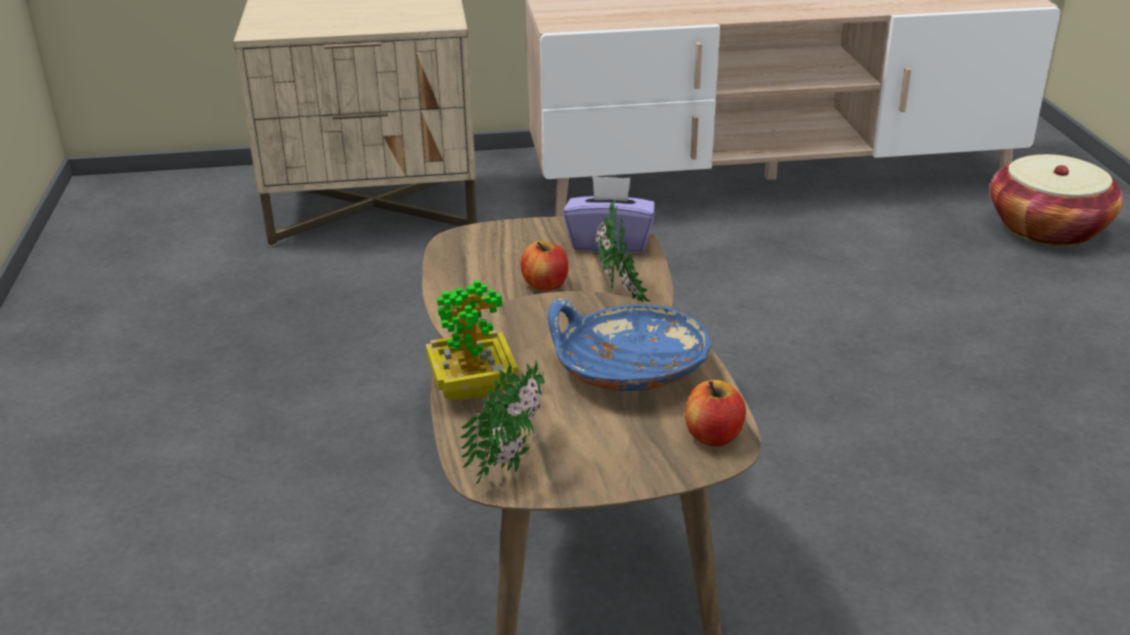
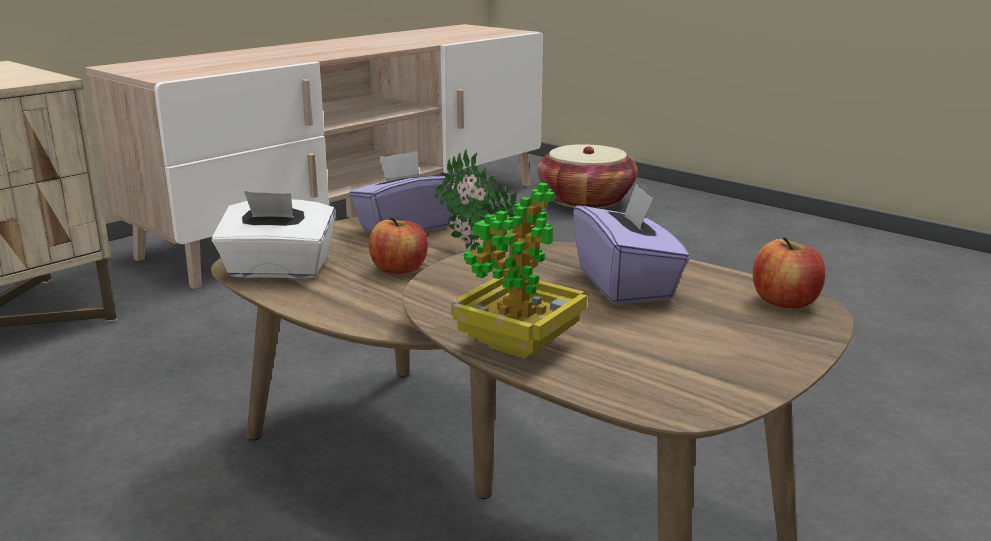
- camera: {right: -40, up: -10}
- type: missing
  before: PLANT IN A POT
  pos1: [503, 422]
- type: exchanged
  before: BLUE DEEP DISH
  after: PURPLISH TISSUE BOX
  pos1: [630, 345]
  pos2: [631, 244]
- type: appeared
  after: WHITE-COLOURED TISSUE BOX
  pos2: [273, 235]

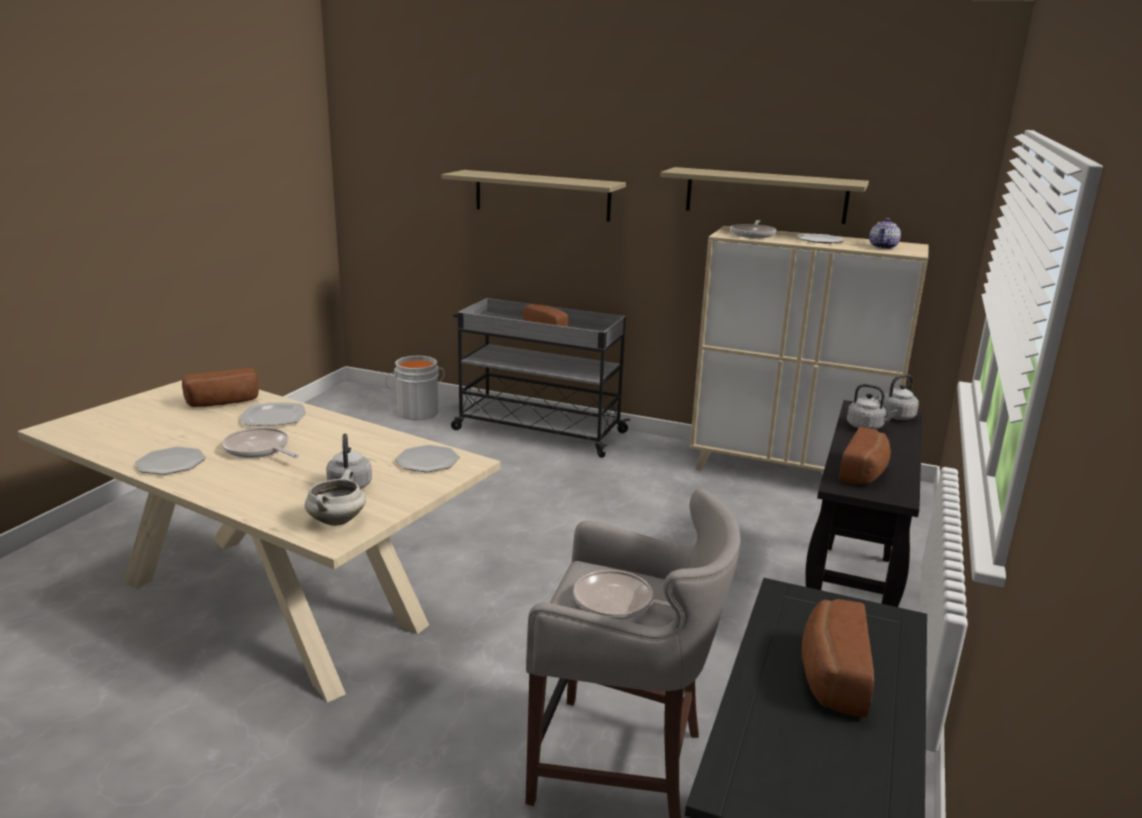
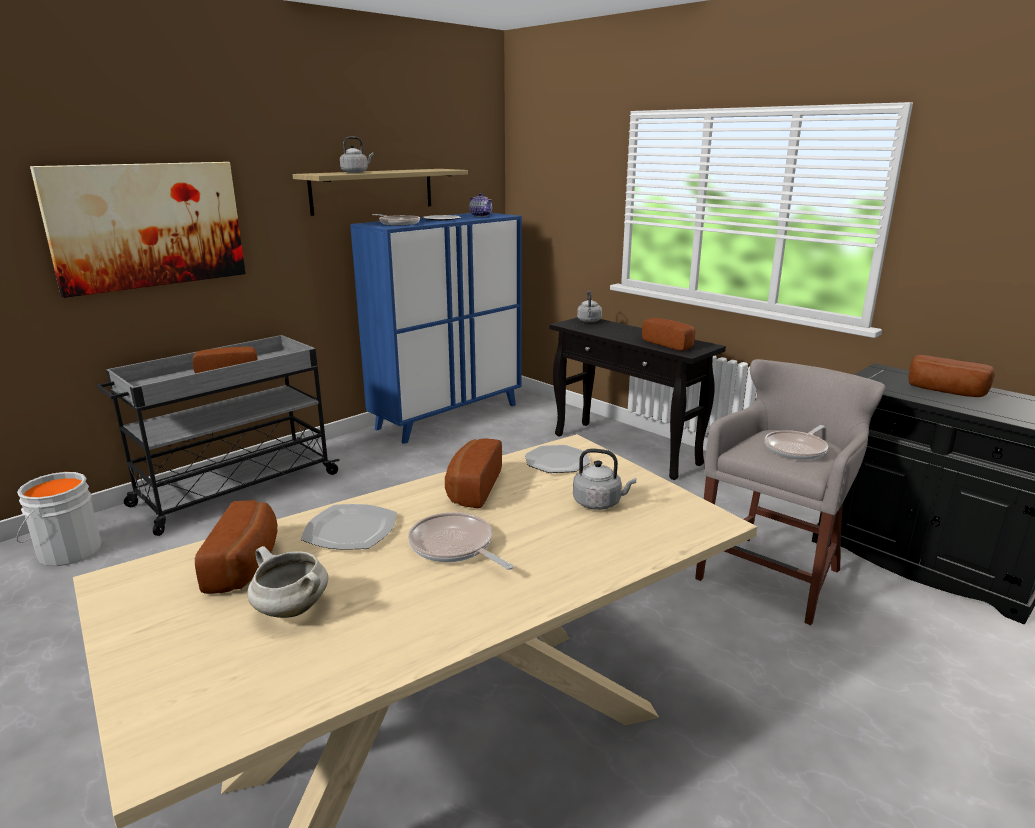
- camera: {right: -65, up: 0}
- type: missing
  before: PLATE
  pos1: [170, 461]
- type: spun
  before: PAN
  pos1: [260, 442]
  pos2: [461, 541]
  turn: 75
- type: relocated
  before: WHITE-COLOURED STOCKPOT
  pos1: [335, 498]
  pos2: [287, 582]
- type: exchanged
  before: SHELF
  after: PICTURE
  pos1: [533, 196]
  pos2: [138, 230]
- type: colour
  before: SAND-COLOURED STORAGE CABINET
  after: BLUE STORAGE CABINET
  pos1: [809, 349]
  pos2: [436, 328]
- type: relocated
  before: GREYISH KETTLE
  pos1: [872, 407]
  pos2: [357, 155]
- type: appeared
  after: BAKERY BREAD
  pos2: [473, 473]

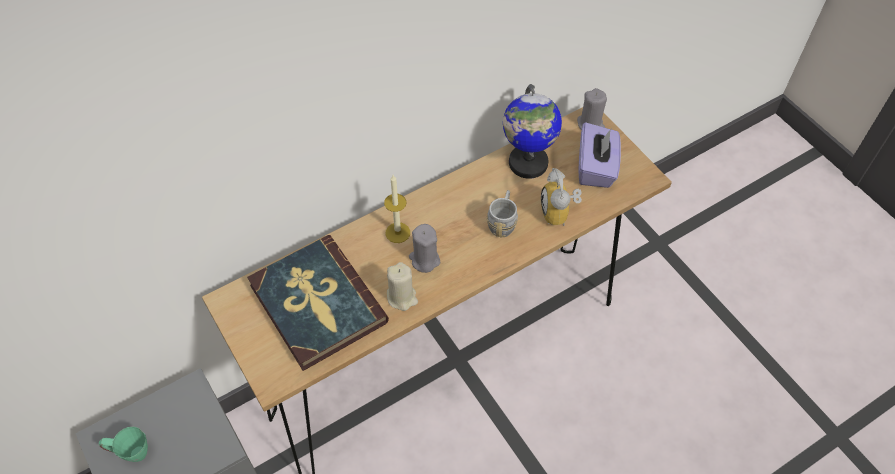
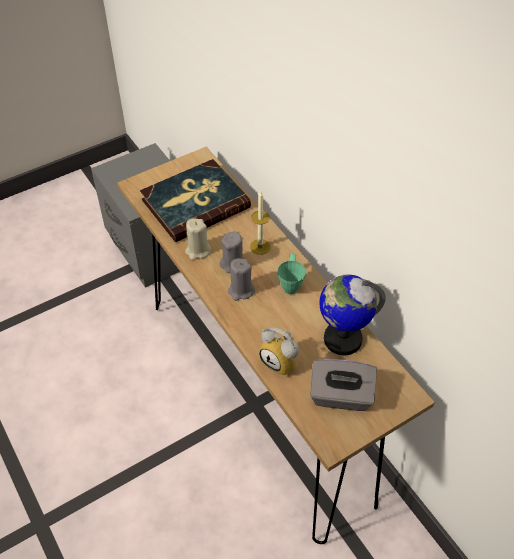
- camera: {right: 90, up: -5}
- type: relocated
  before: GREENISH TEA MUG
  pos1: [123, 444]
  pos2: [292, 274]
- type: missing
  before: GREYISH TEA MUG
  pos1: [502, 213]
- type: spun
  before: ALARM CLOCK
  pos1: [561, 197]
  pos2: [279, 351]
  turn: -135
- type: relocated
  before: GREYISH WAX CANDLE
  pos1: [592, 109]
  pos2: [241, 279]
- type: colour
  before: PURPLISH TISSUE BOX
  after: GREYISH TISSUE BOX
  pos1: [599, 155]
  pos2: [343, 385]

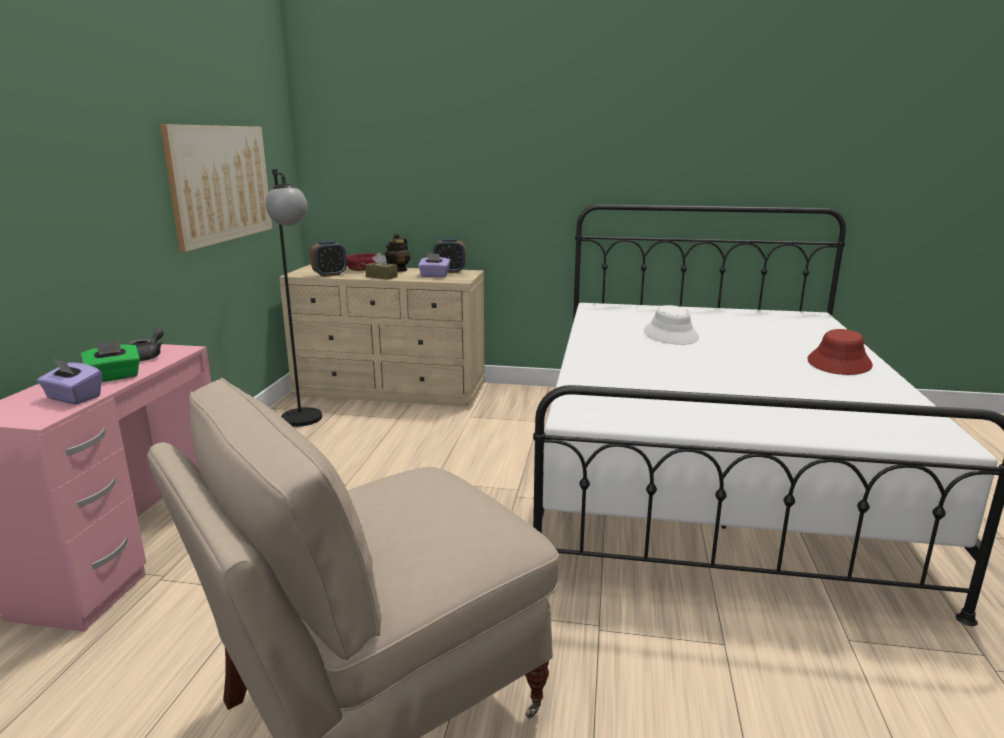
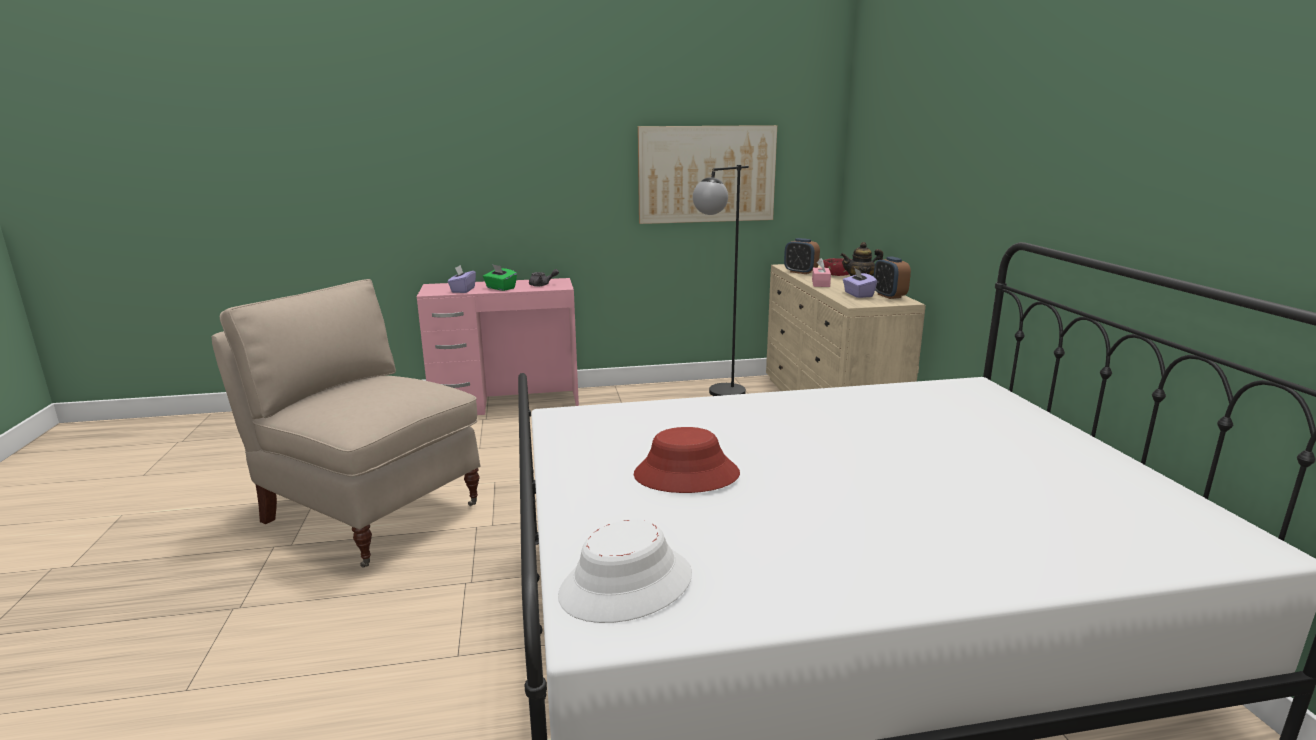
- camera: {right: 70, up: 0}
- type: colour
  before: BROWN TISSUE BOX
  after: PINKISH TISSUE BOX
  pos1: [381, 266]
  pos2: [821, 272]
- type: relocated
  before: WHITE-COLOURED WEARABLE HAT
  pos1: [671, 325]
  pos2: [625, 571]
- type: relocated
  before: RED WEARABLE HAT
  pos1: [840, 352]
  pos2: [687, 460]

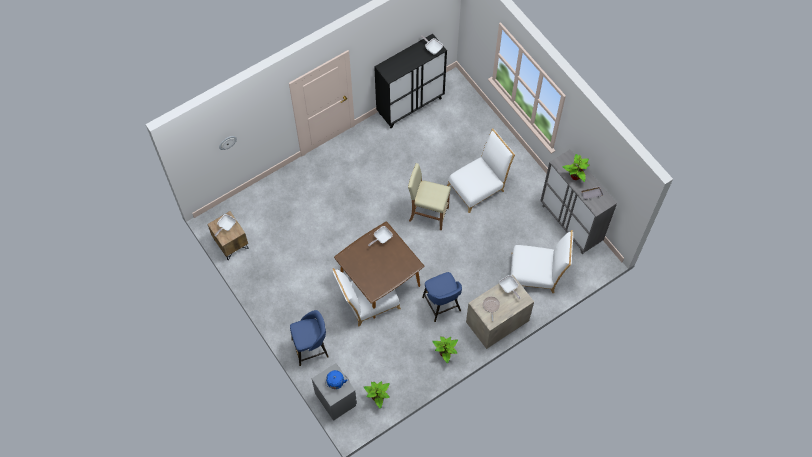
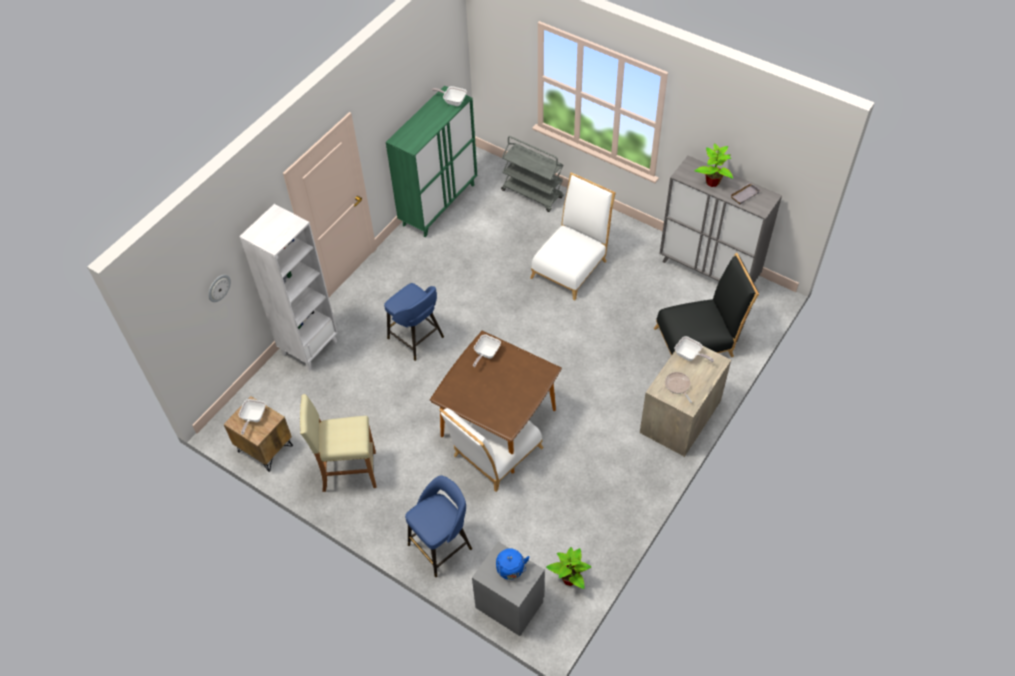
- camera: {right: -20, up: -10}
- type: colour
  before: BLACK-COLOURED STORAGE CABINET
  after: GREENISH STORAGE CABINET
  pos1: [410, 81]
  pos2: [431, 161]
- type: relocated
  before: SAND-COLOURED STOOL SEAT
  pos1: [429, 197]
  pos2: [338, 443]
- type: relocated
  before: BLUE STOOL SEAT
  pos1: [442, 297]
  pos2: [414, 322]
- type: missing
  before: PLANT IN A POT
  pos1: [445, 349]
- type: colour
  before: WHITE-COLOURED CHAIR
  after: BLACK-COLOURED CHAIR
  pos1: [542, 261]
  pos2: [706, 305]
- type: appeared
  after: WHITE-COLOURED BOOKSHELF
  pos2: [288, 287]
- type: appeared
  after: GREYISH TROLLEY
  pos2: [532, 174]

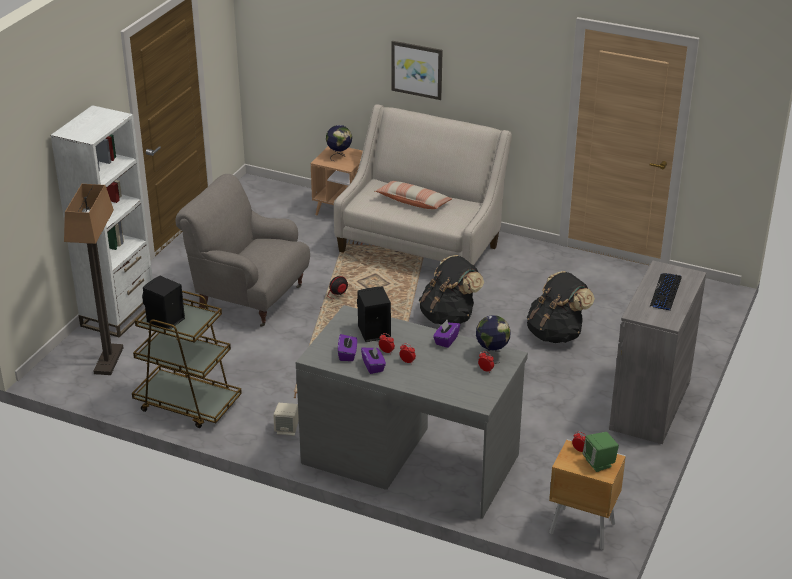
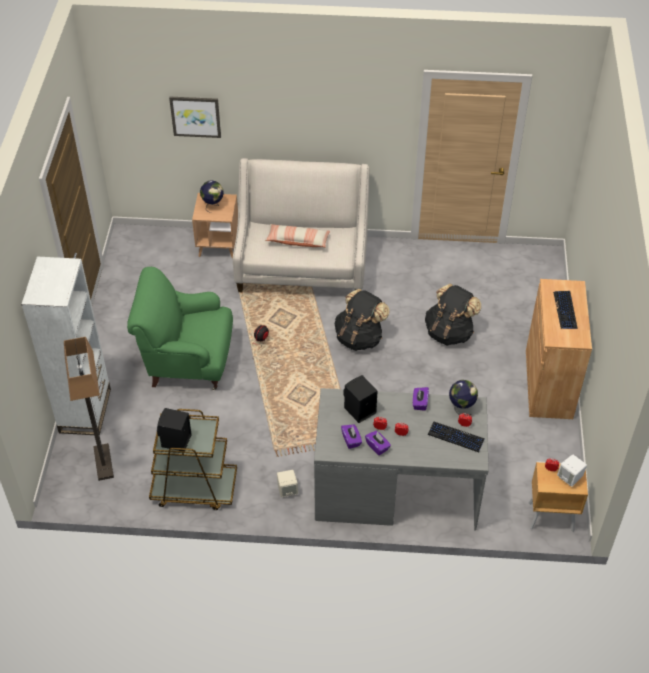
- camera: {right: -20, up: 15}
- type: colour
  before: GREYISH EASY CHAIR
  after: GREENISH EASY CHAIR
  pos1: [242, 250]
  pos2: [180, 328]
- type: relocated
  before: PICTURE
  pos1: [416, 70]
  pos2: [195, 117]
- type: colour
  before: GREENISH SPEAKER
  after: WHITE-COLOURED SPEAKER
  pos1: [600, 452]
  pos2: [572, 470]
- type: colour
  before: GREYISH STORAGE CABINET
  after: BROWN STORAGE CABINET
  pos1: [657, 352]
  pos2: [559, 349]
- type: appeared
  after: PC KEYBOARD
  pos2: [456, 437]

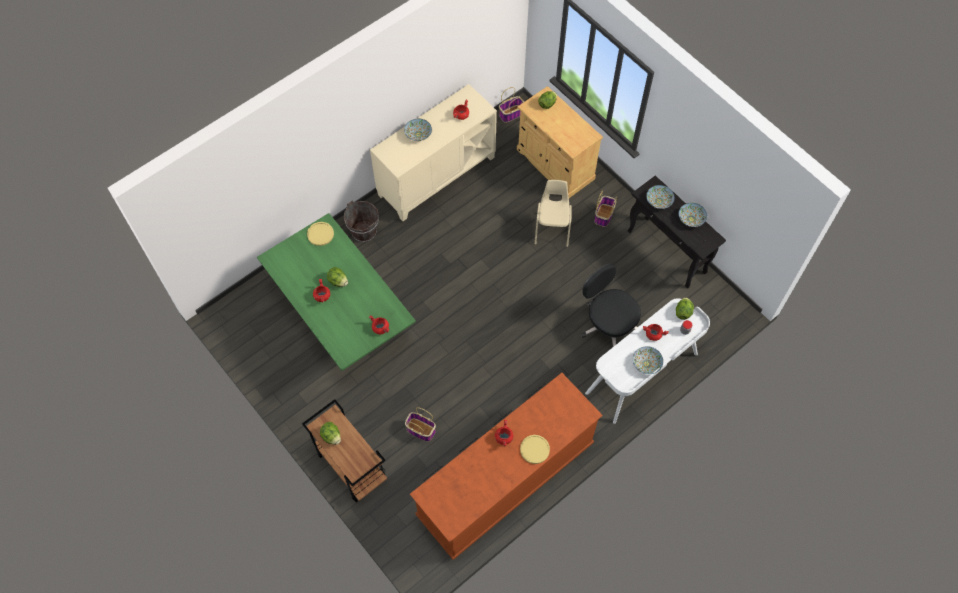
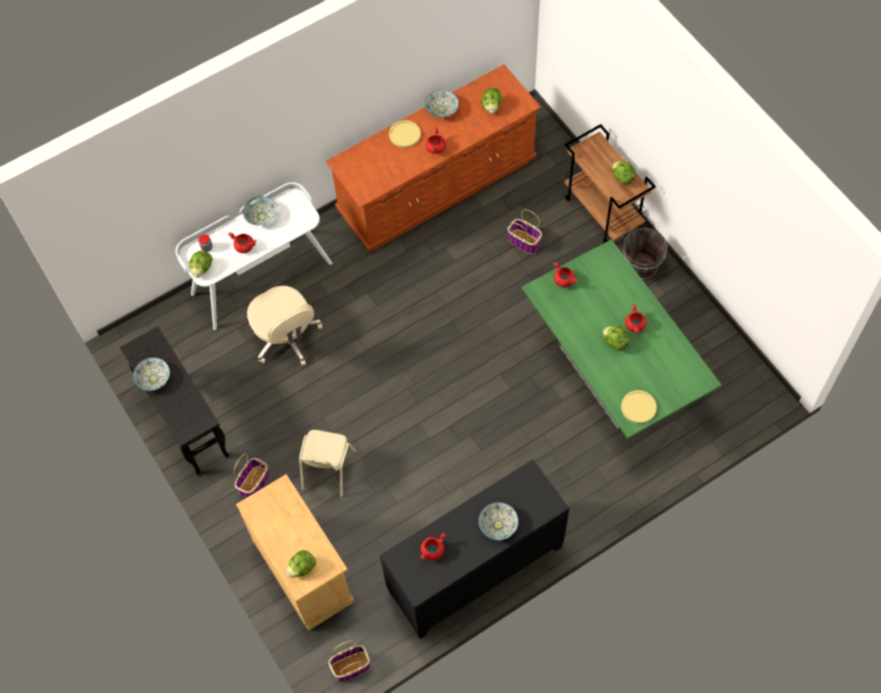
- camera: {right: -170, up: 0}
- type: relocated
  before: BROWN WATER BUCKET
  pos1: [361, 221]
  pos2: [645, 253]
- type: colour
  before: SAND-COLOURED STORAGE CABINET
  after: BLACK-COLOURED STORAGE CABINET
  pos1: [433, 152]
  pos2: [474, 549]
- type: colour
  before: BLACK-COLOURED DESK CHAIR
  after: SAND-COLOURED DESK CHAIR
  pos1: [611, 305]
  pos2: [285, 326]
- type: relocated
  before: DEEP DISH
  pos1: [660, 197]
  pos2: [442, 103]
- type: appeared
  after: LETTUCE
  pos2: [492, 101]

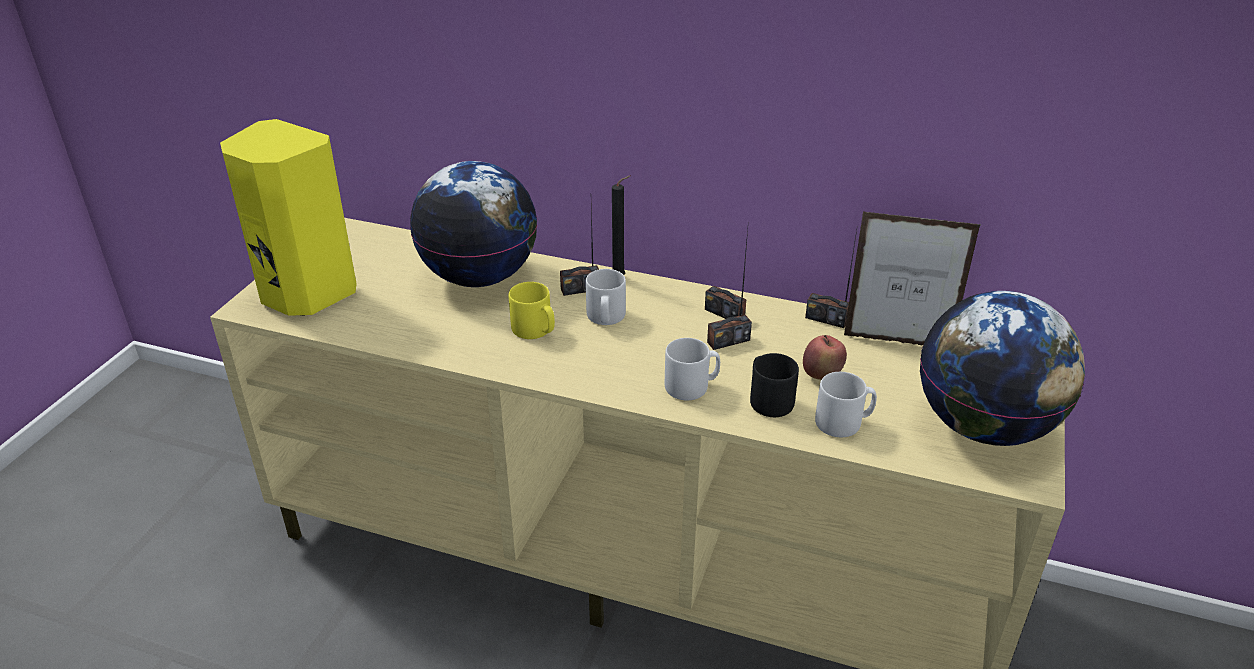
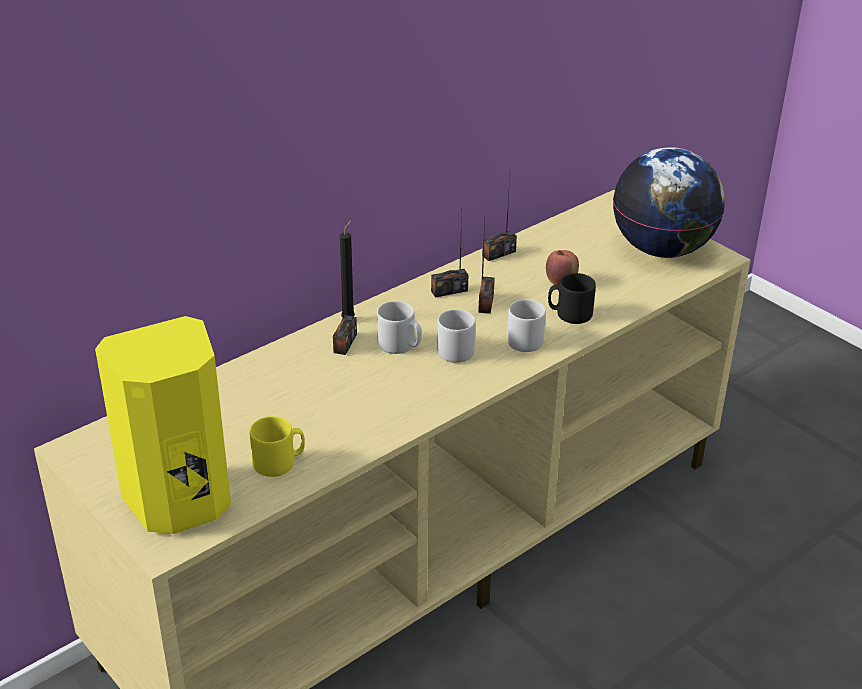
- camera: {right: -60, up: 0}
- type: missing
  before: GLOBE
  pos1: [473, 224]
- type: relocated
  before: YELLOW-COLOURED TEA MUG
  pos1: [532, 310]
  pos2: [277, 446]
- type: relocated
  before: GREYISH TEA MUG
  pos1: [846, 404]
  pos2: [456, 336]
- type: missing
  before: PHOTO FRAME
  pos1: [912, 278]

